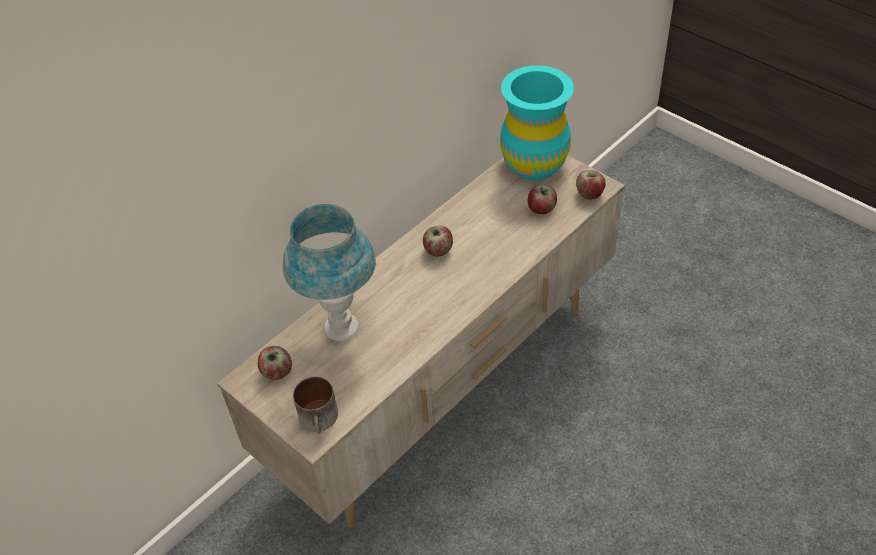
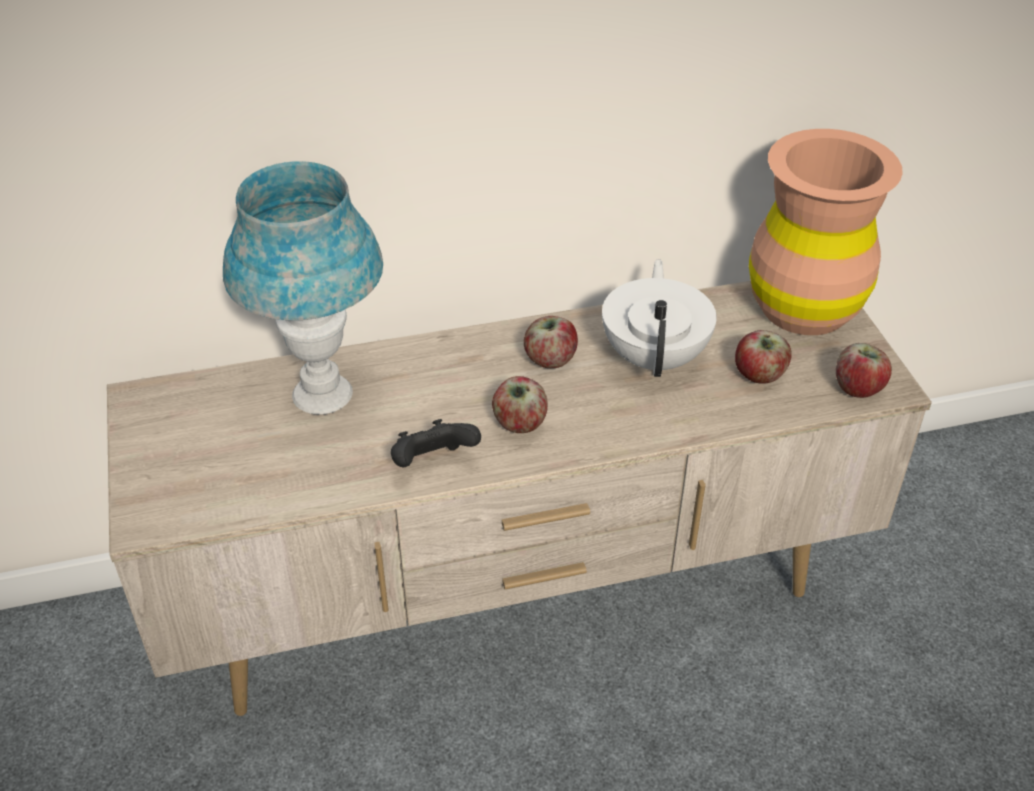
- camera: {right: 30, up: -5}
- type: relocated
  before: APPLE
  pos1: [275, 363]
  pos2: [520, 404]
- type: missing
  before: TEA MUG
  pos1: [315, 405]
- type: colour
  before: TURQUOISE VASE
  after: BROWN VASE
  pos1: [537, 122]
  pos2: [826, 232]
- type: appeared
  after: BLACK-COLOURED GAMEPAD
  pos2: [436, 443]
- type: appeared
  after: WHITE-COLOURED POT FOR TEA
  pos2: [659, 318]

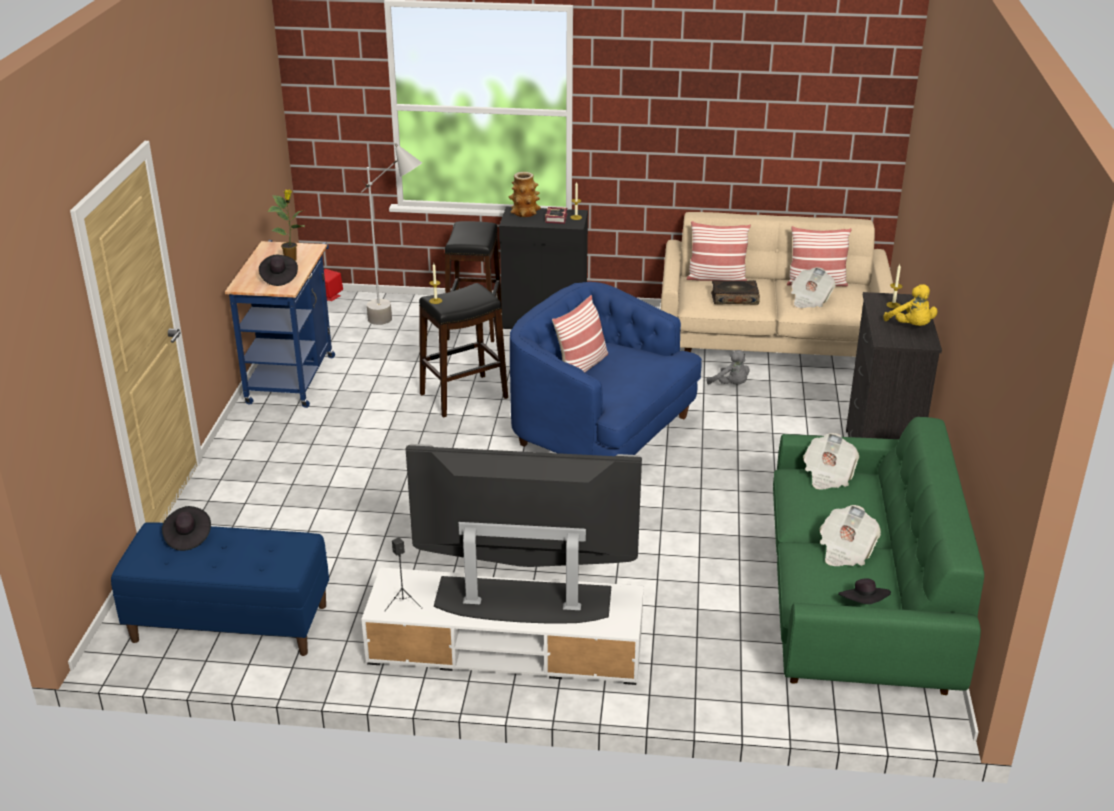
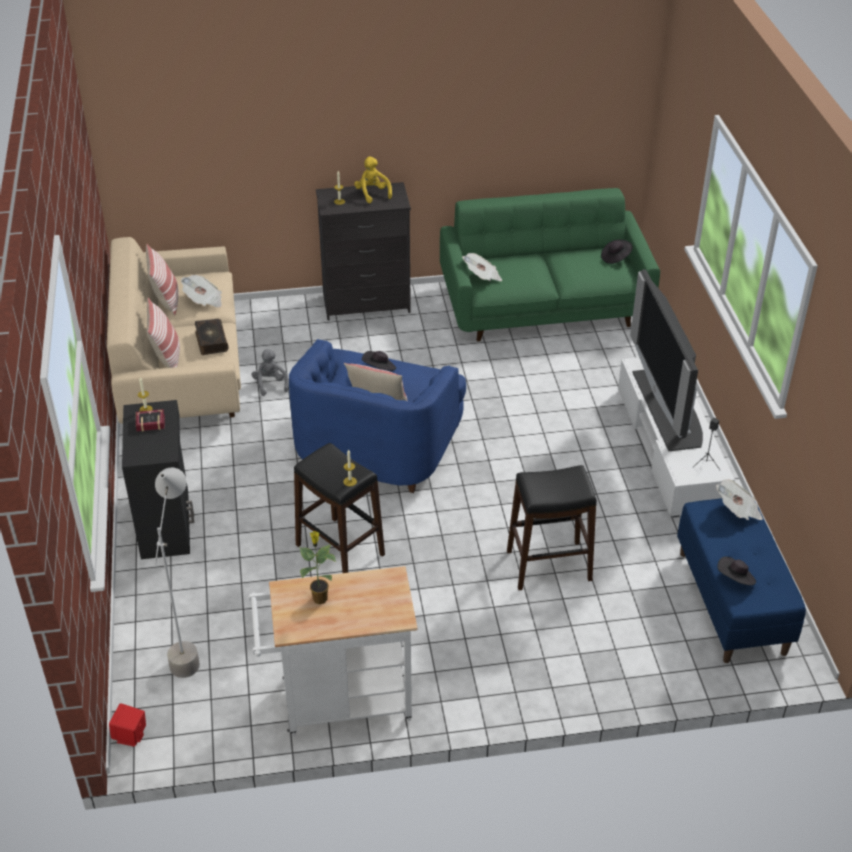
- camera: {right: -105, up: 10}
- type: colour
  before: BLUE TROLLEY
  after: WHITE-COLOURED TROLLEY
  pos1: [280, 324]
  pos2: [333, 650]
- type: relocated
  before: BLACK-COLOURED WEARABLE HAT
  pos1: [278, 270]
  pos2: [379, 361]
- type: relocated
  before: BLACK-COLOURED STOOL SEAT
  pos1: [473, 281]
  pos2: [552, 527]
- type: missing
  before: VASE
  pos1: [525, 194]
- type: spun
  before: GREYISH CUDDLY TOY
  pos1: [728, 367]
  pos2: [270, 372]
  turn: -45
- type: relocated
  before: PRINTED PAPER
  pos1: [850, 535]
  pos2: [739, 500]
- type: spun
  before: YELLOW-COLOURED CUDDLY TOY
  pos1: [910, 305]
  pos2: [373, 180]
  turn: -75

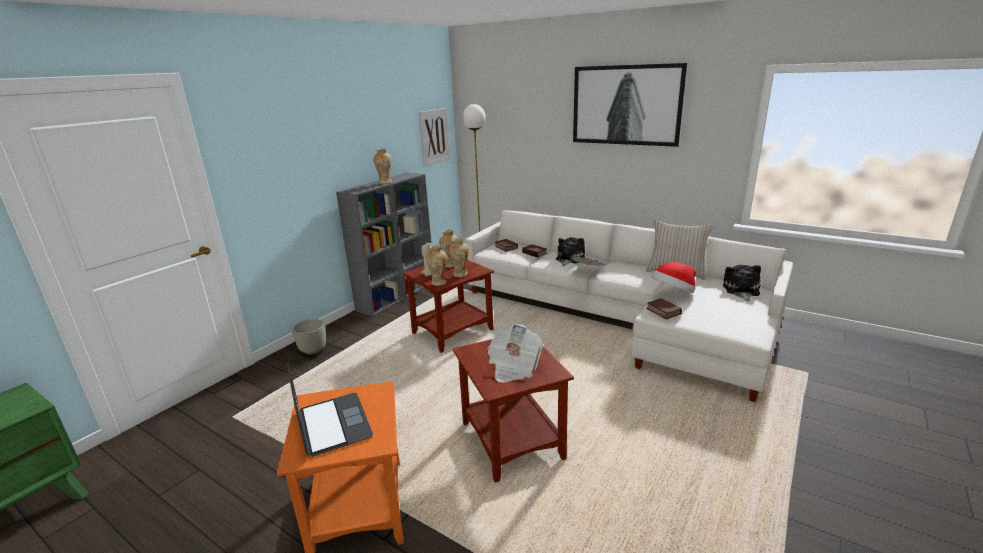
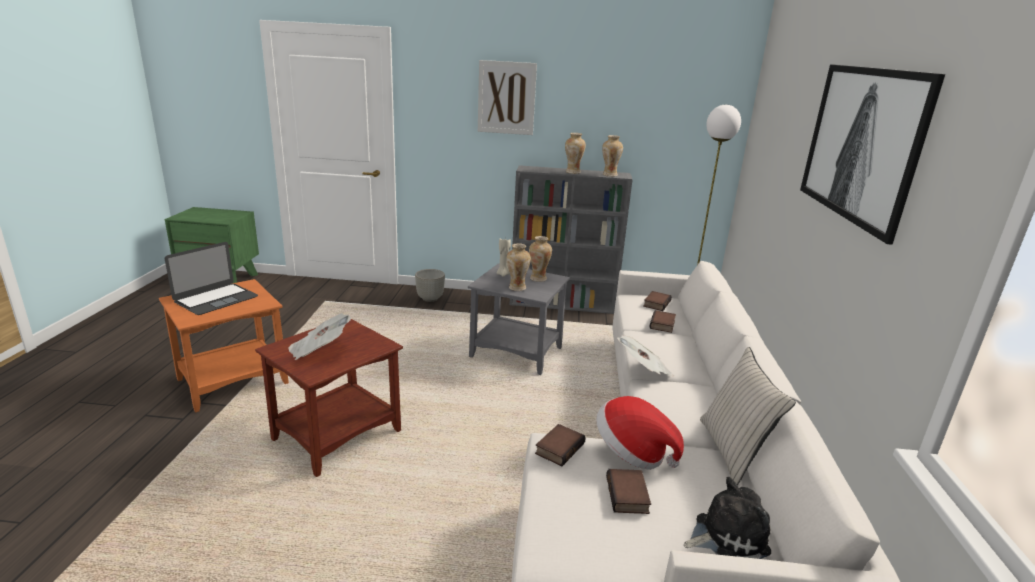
- camera: {right: 60, up: 0}
- type: colour
  before: BROWN SIDE TABLE
  after: GREYISH SIDE TABLE
  pos1: [448, 306]
  pos2: [519, 319]
- type: relocated
  before: PICTURE
  pos1: [434, 137]
  pos2: [507, 97]
- type: relocated
  before: VASE
  pos1: [436, 265]
  pos2: [612, 156]
- type: missing
  before: CUDDLY TOY
  pos1: [570, 251]
- type: appeared
  after: VOLUME
  pos2: [628, 491]

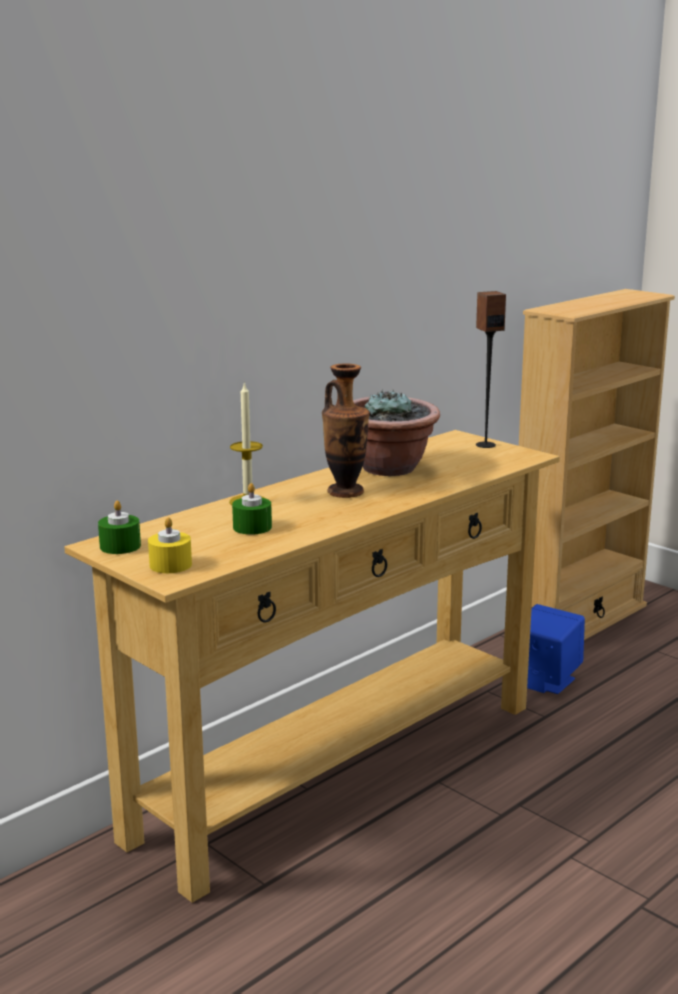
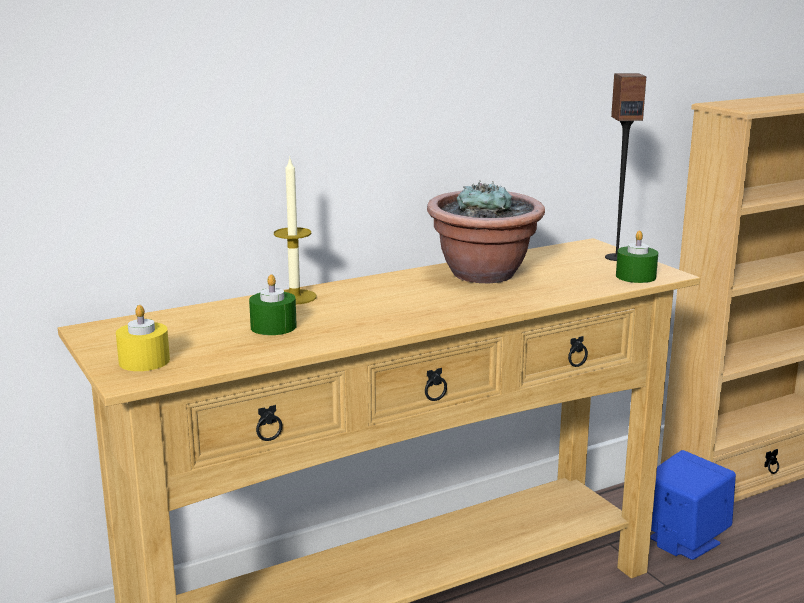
- camera: {right: 15, up: 0}
- type: relocated
  before: GREENISH WAX CANDLE
  pos1: [119, 527]
  pos2: [637, 257]
- type: missing
  before: VASE
  pos1: [346, 430]

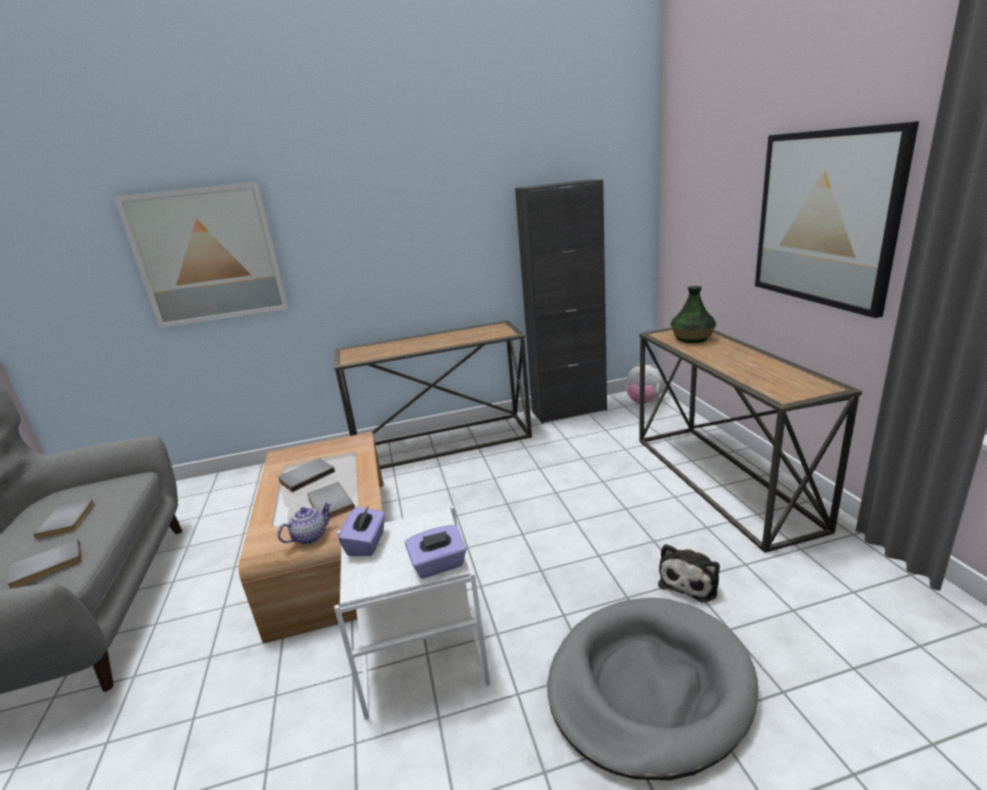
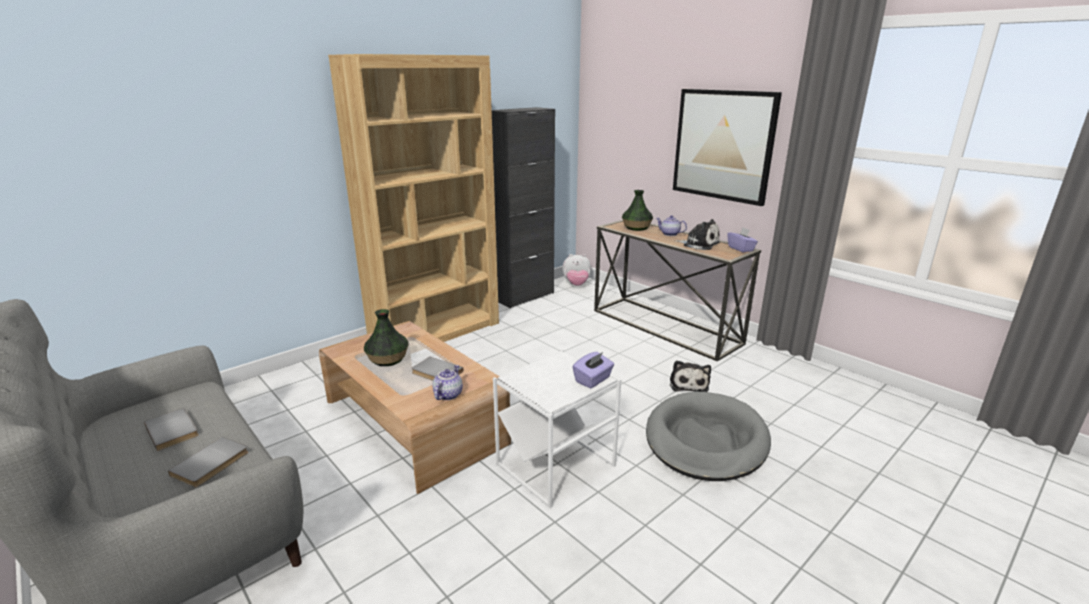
- camera: {right: -30, up: 0}
- type: missing
  before: PICTURE
  pos1: [201, 255]
- type: exchanged
  before: GREYISH VOLUME
  after: VASE
  pos1: [306, 475]
  pos2: [386, 337]
- type: exchanged
  before: CONSOLE TABLE
  after: BROWN BOOKSHELF
  pos1: [433, 395]
  pos2: [413, 198]
- type: relocated
  before: PURPLISH TISSUE BOX
  pos1: [362, 530]
  pos2: [742, 240]
- type: appeared
  after: POT FOR TEA
  pos2: [671, 225]
- type: appeared
  after: CUDDLY TOY
  pos2: [697, 234]

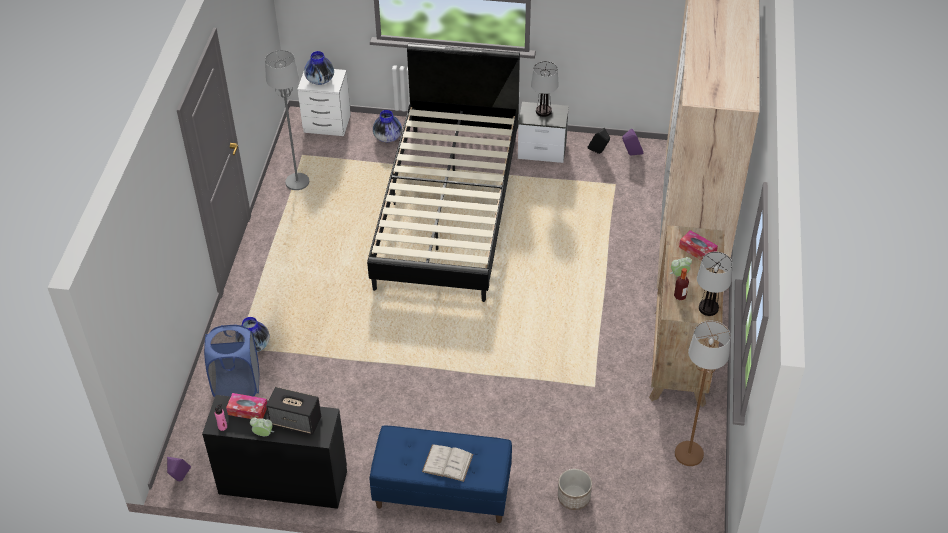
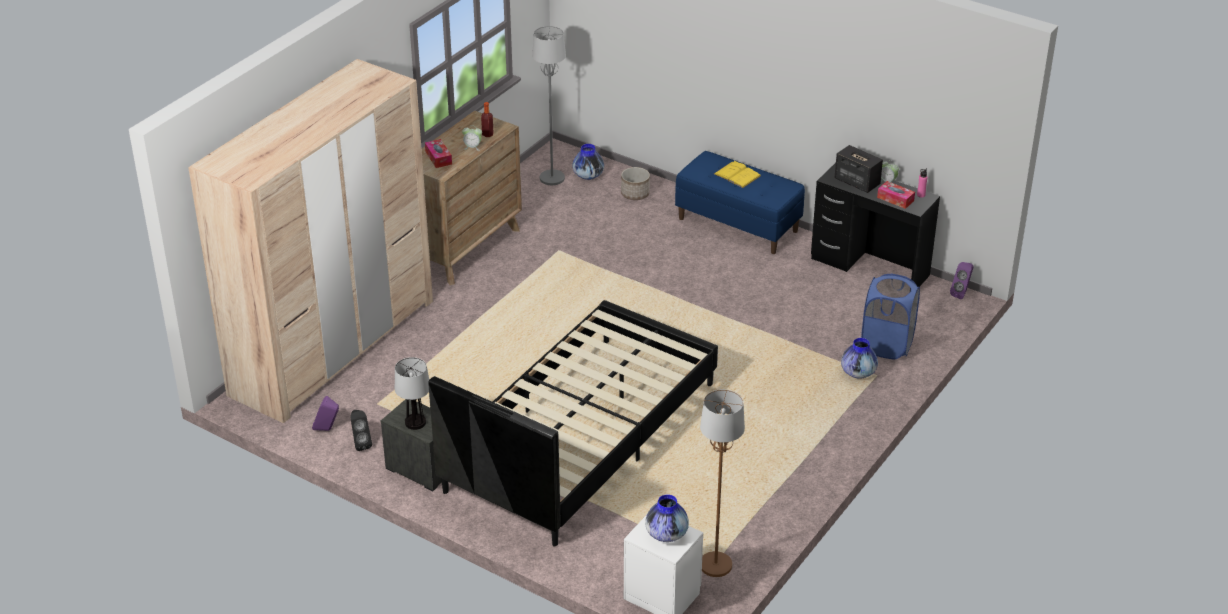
- camera: {right: -155, up: -10}
- type: relocated
  before: GREYISH STANDING LAMP
  pos1: [287, 120]
  pos2: [549, 105]
- type: relocated
  before: VASE
  pos1: [387, 126]
  pos2: [588, 162]
- type: colour
  before: WHITE-COLOURED VOLUME
  after: YELLOW-COLOURED VOLUME
  pos1: [447, 463]
  pos2: [737, 174]
- type: relocated
  before: BROWN STANDING LAMP
  pos1: [703, 393]
  pos2: [722, 483]
- type: missing
  before: LAMP FOR A TABLE
  pos1: [714, 284]

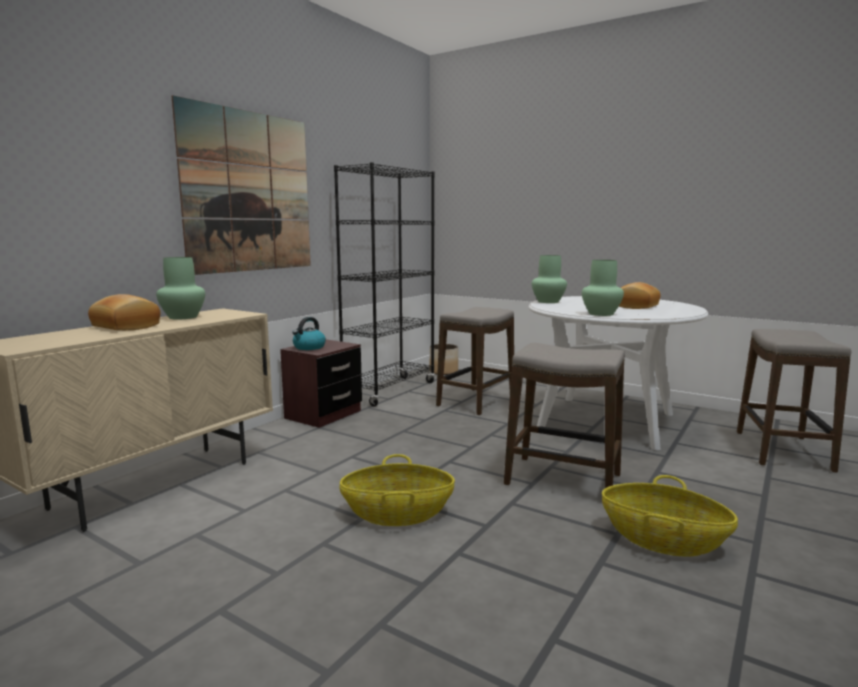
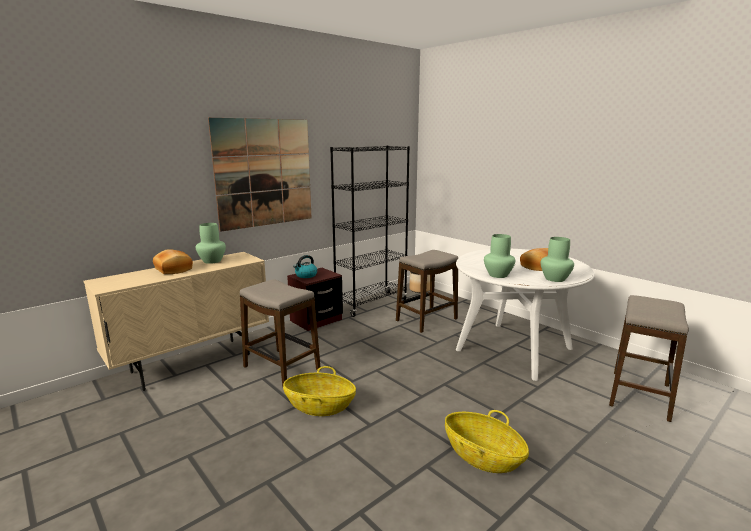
- camera: {right: 15, up: 5}
- type: relocated
  before: STOOL SEAT
  pos1: [564, 415]
  pos2: [280, 333]
- type: relocated
  before: GREENISH VASE
  pos1: [549, 279]
  pos2: [557, 259]

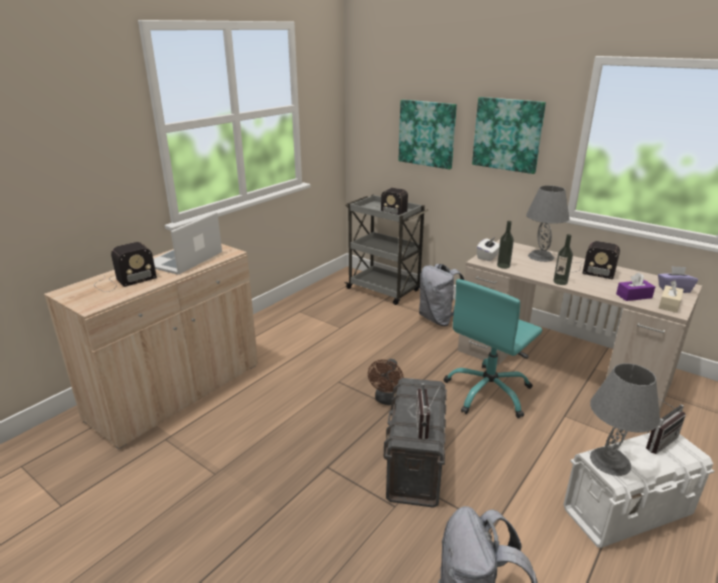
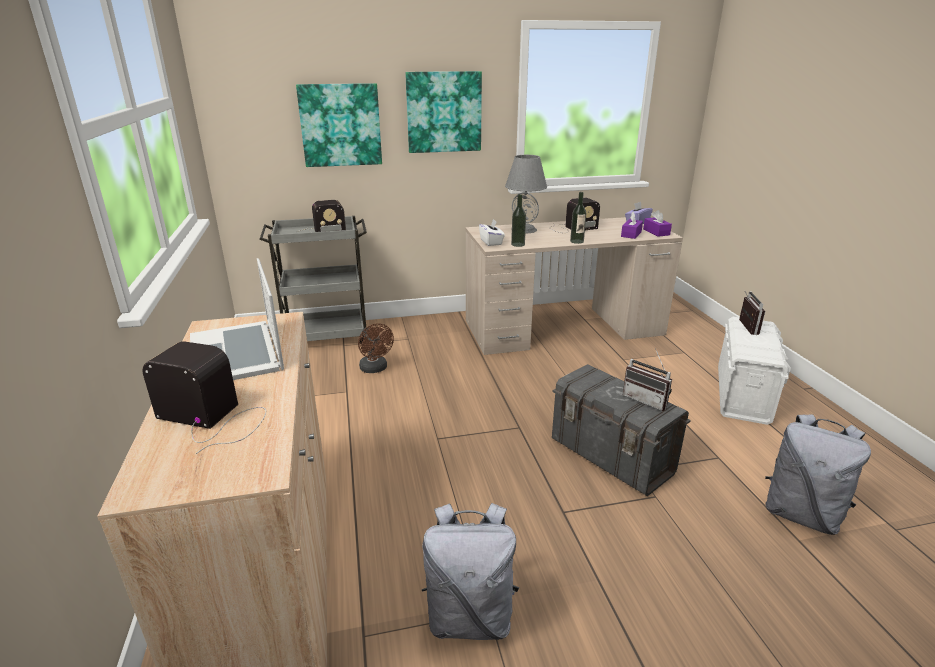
- camera: {right: -50, up: 0}
- type: spun
  before: RADIO RECEIVER
  pos1: [125, 267]
  pos2: [204, 397]
  turn: -75
- type: relocated
  before: BROWN COOLING FAN
  pos1: [386, 382]
  pos2: [376, 348]
- type: relocated
  before: GREYISH RUCKSACK
  pos1: [441, 295]
  pos2: [470, 571]
- type: missing
  before: TURQUOISE DESK CHAIR
  pos1: [492, 348]
- type: missing
  before: GREYISH LAMP FOR A TABLE
  pos1: [625, 419]
- type: colour
  before: SAND-COLOURED TISSUE BOX
  after: PURPLISH TISSUE BOX
  pos1: [671, 296]
  pos2: [657, 223]

